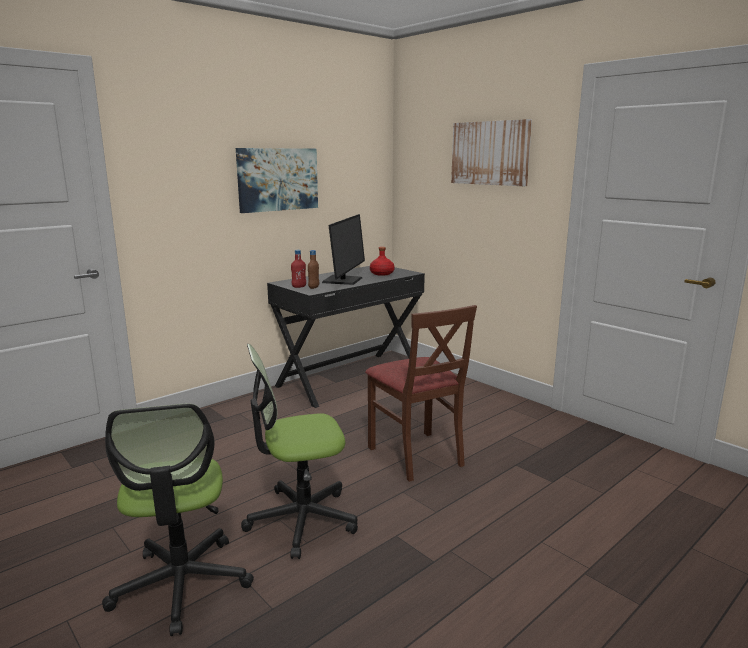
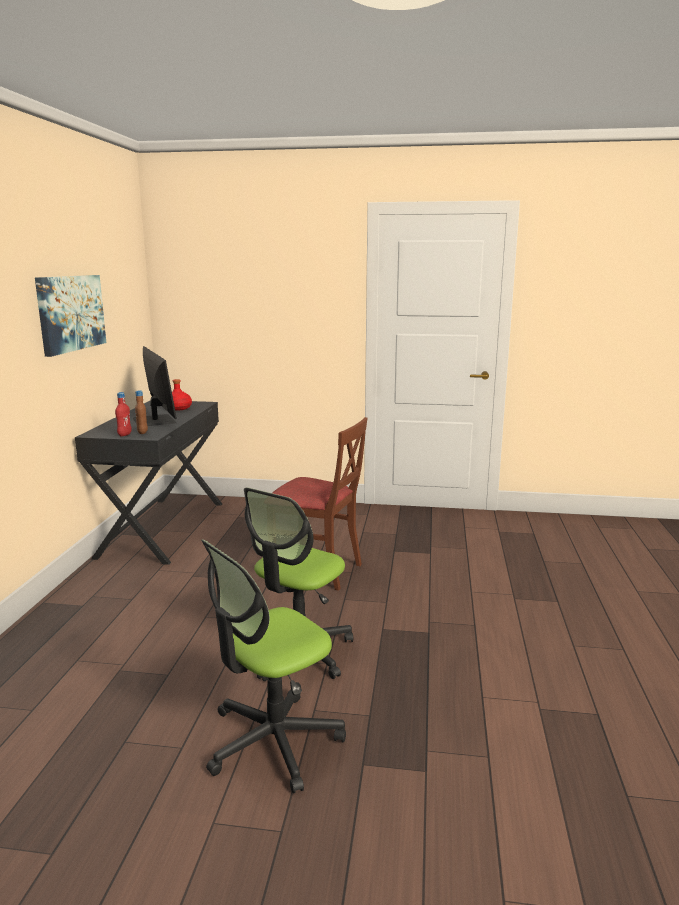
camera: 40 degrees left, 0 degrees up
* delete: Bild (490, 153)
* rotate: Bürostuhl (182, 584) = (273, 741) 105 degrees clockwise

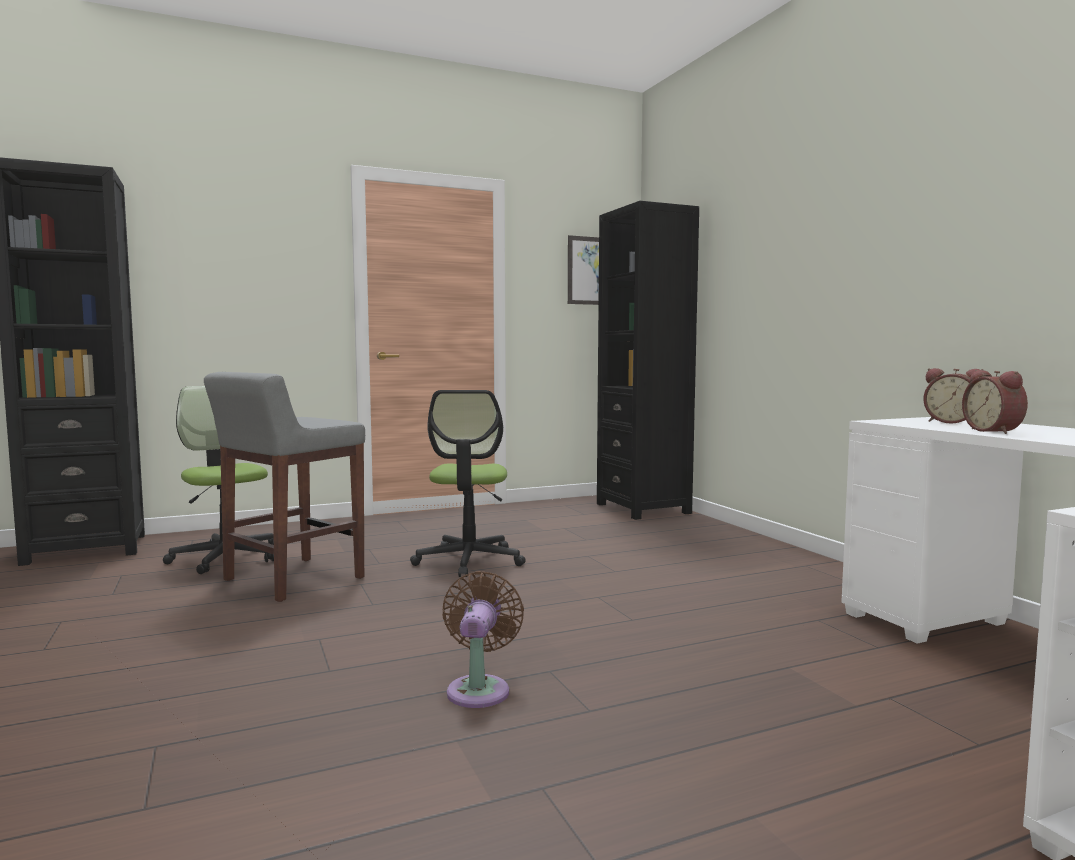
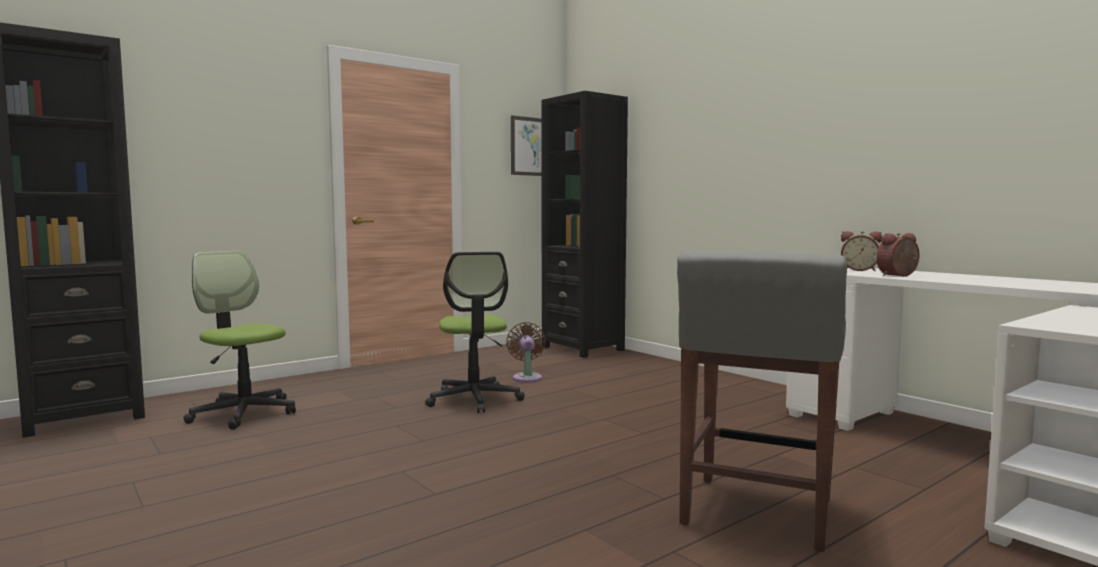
camera: 15 degrees left, 0 degrees up
* rotate: Wecker (995, 431) = (899, 276) 90 degrees clockwise
* move: Hocker [grau] (291, 579) to (756, 513)
* move: Ventilator [braun] (479, 689) to (527, 377)

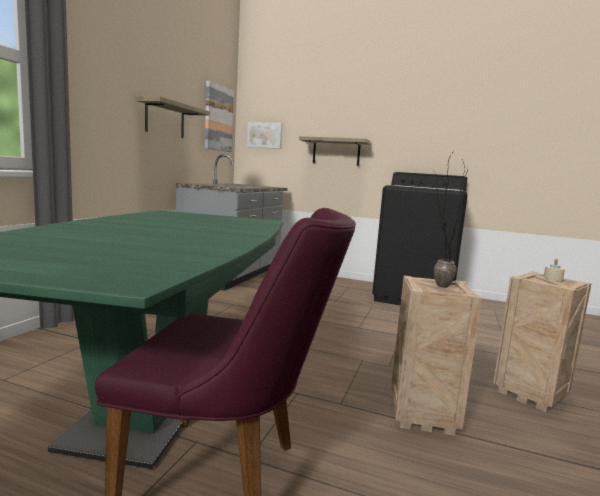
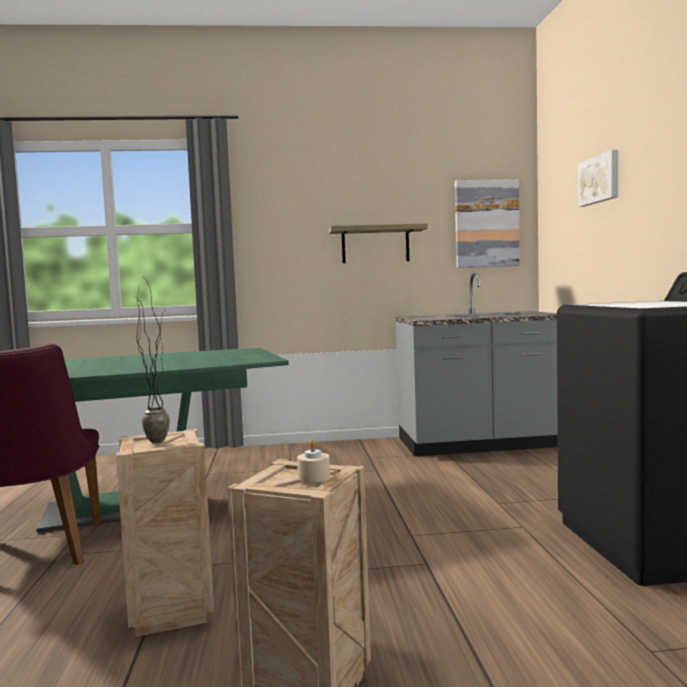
camera: 65 degrees right, 5 degrees down
* move: Bild (265, 135) to (600, 179)
* delete: Wandregal (336, 152)

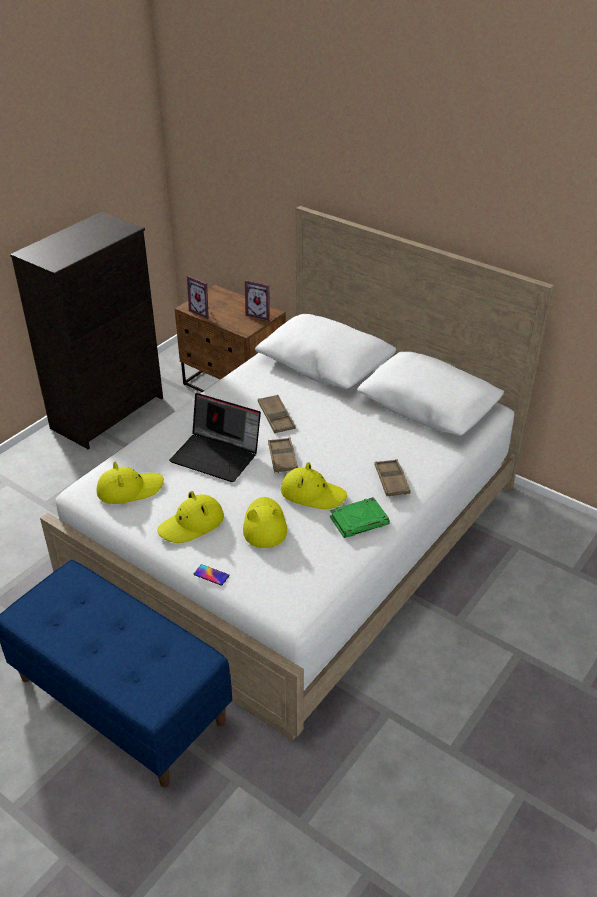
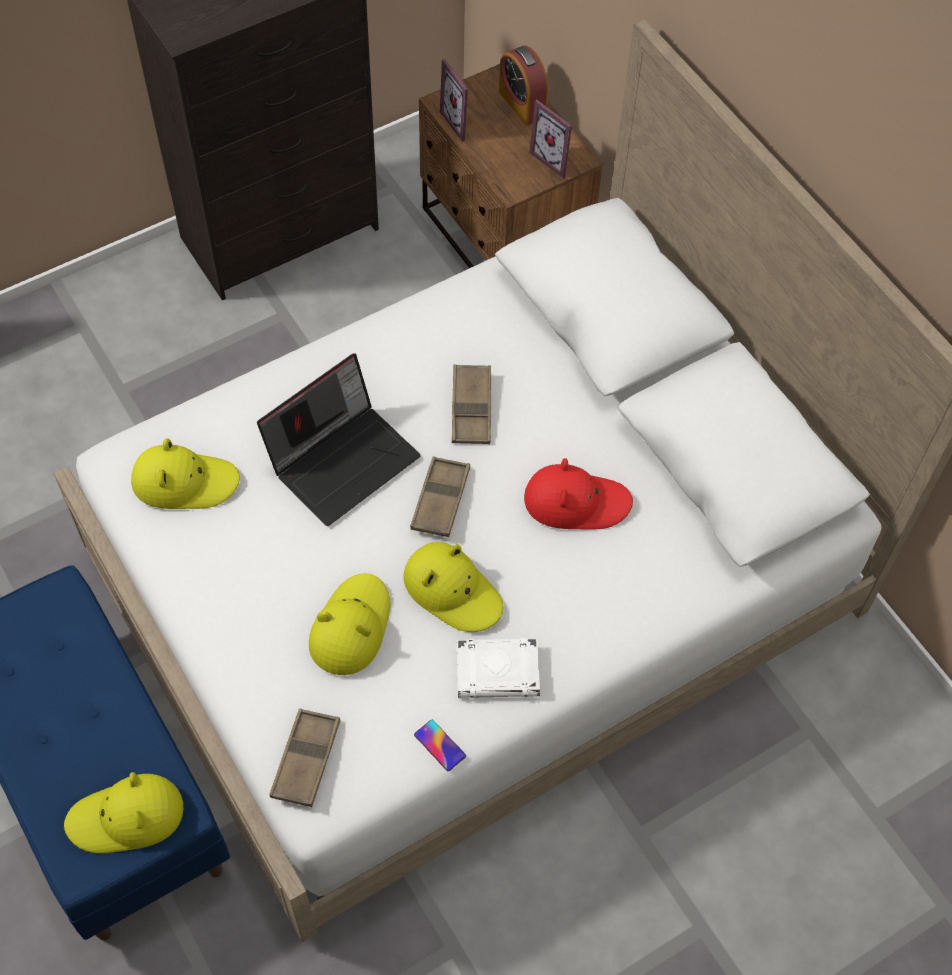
camera: 20 degrees right, 20 degrees up
* rotate: Laptop (217, 455) = (343, 459) 90 degrees counterclockwise
* move: Tablett [braun] (391, 481) to (306, 760)
* move: Hut [gelb] (192, 524) to (127, 817)
* recolor: Buch [grün] (359, 520) to Buch [weiß] (498, 671)
* move: Handy (211, 575) to (440, 745)
* insert: Wecker (522, 104)
* insert: Hut [rot] (576, 501)

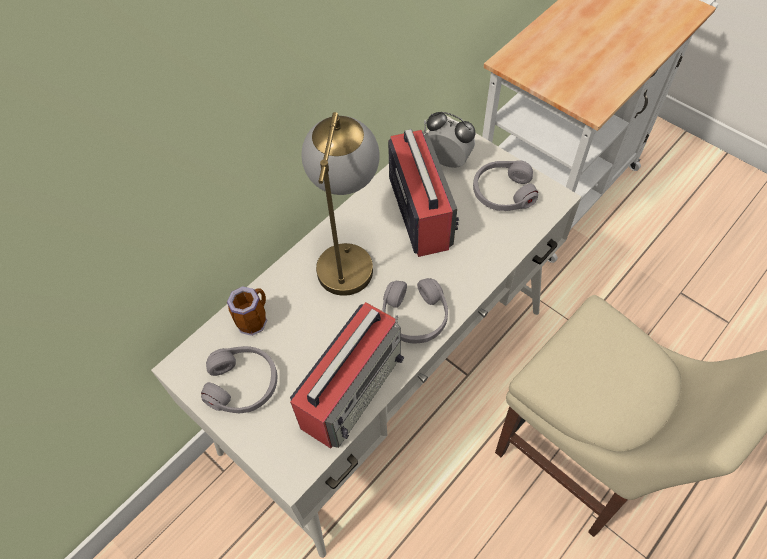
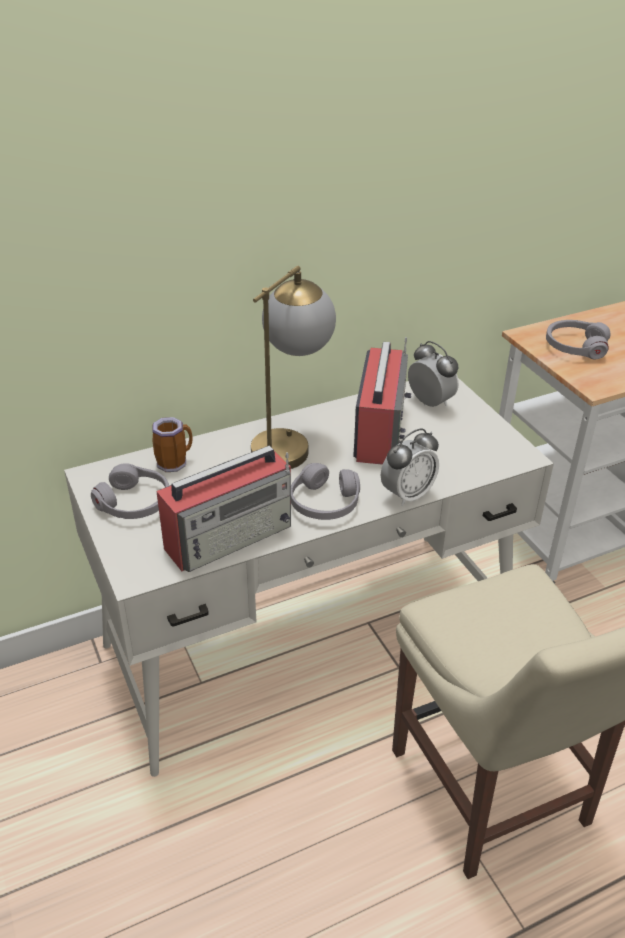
camera: 20 degrees right, 20 degrees down
* move: Kopfhörer [grau] (503, 192) to (575, 347)
* insert: Wecker (407, 494)

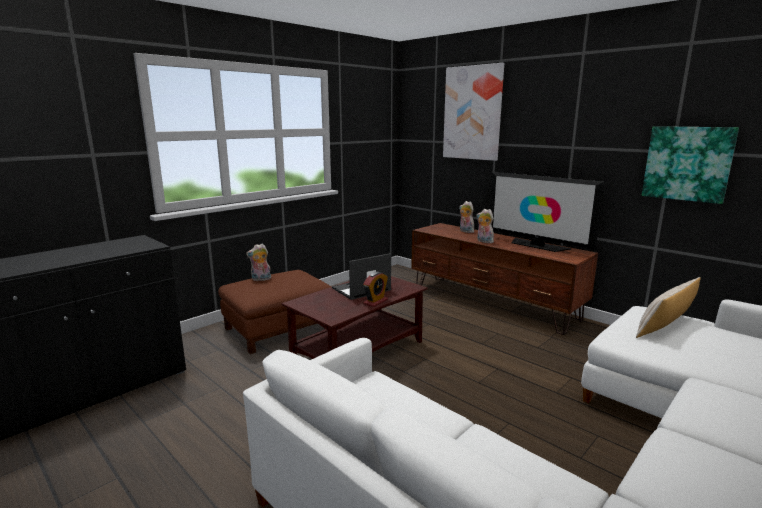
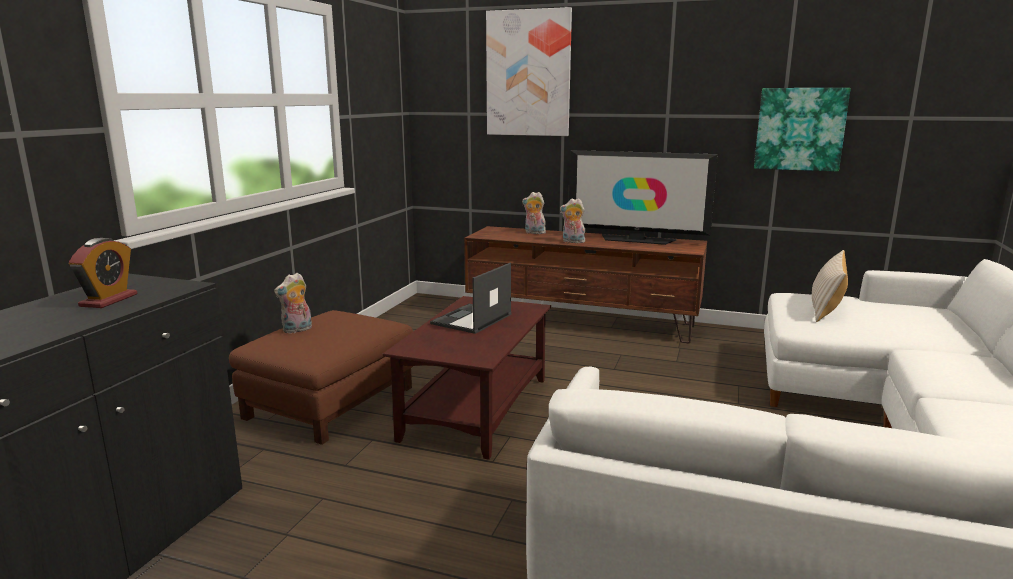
camera: 25 degrees left, 0 degrees up
* move: Wecker (375, 302) to (109, 300)

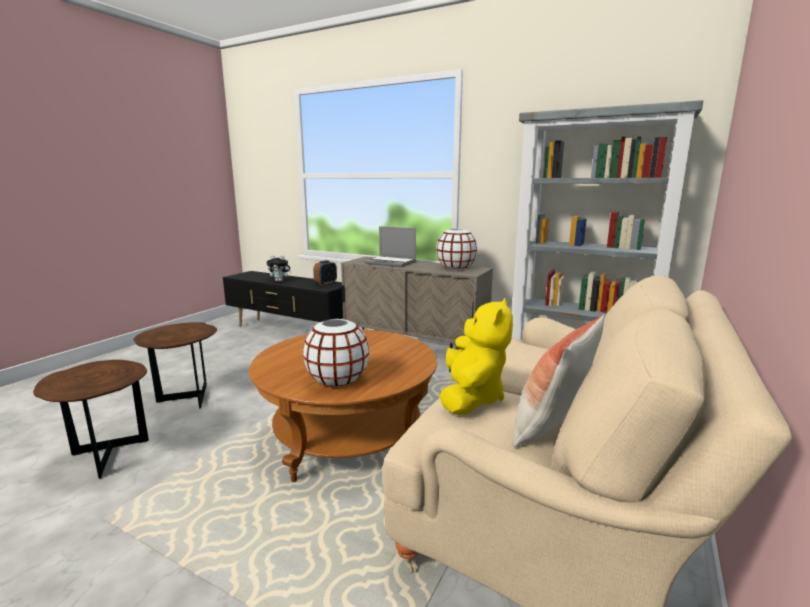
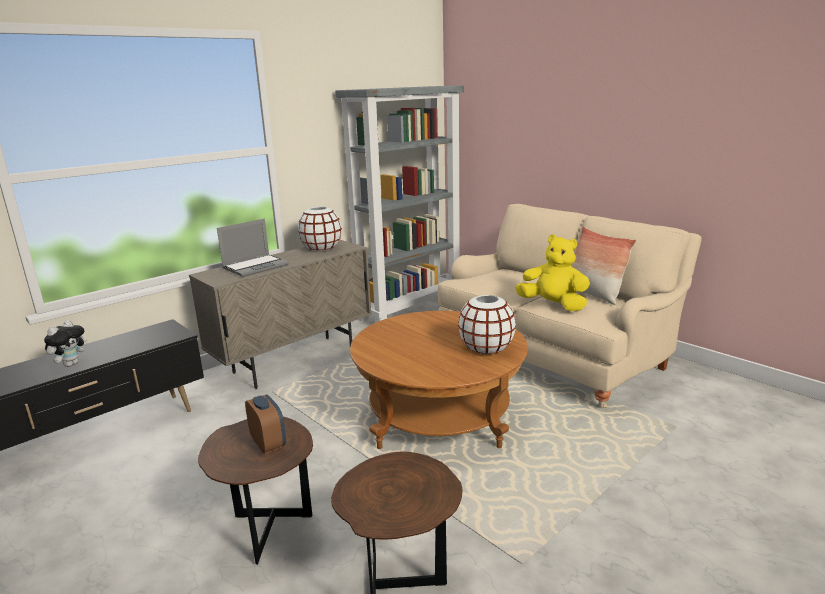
camera: 70 degrees left, 5 degrees up
* move: Wecker (326, 284) to (268, 444)

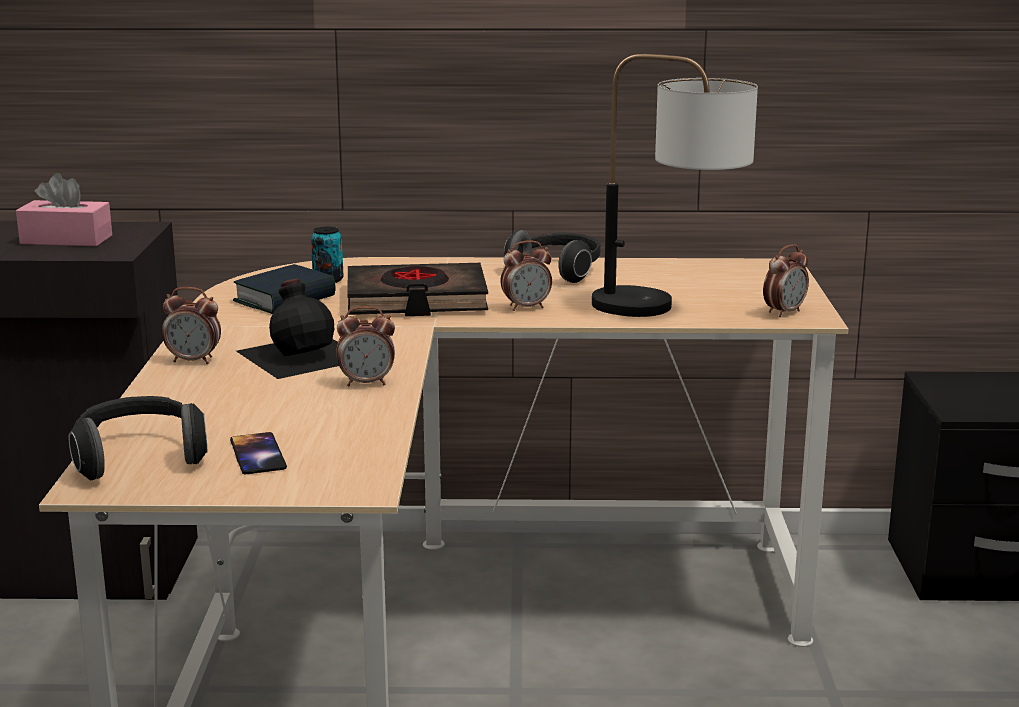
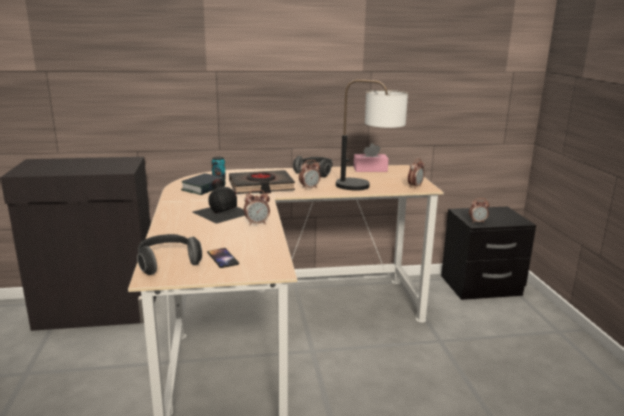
camera: 10 degrees left, 0 degrees up
* move: Taschentuchbox [rosa] (66, 240) to (370, 169)
* move: Wecker (194, 361) to (477, 222)

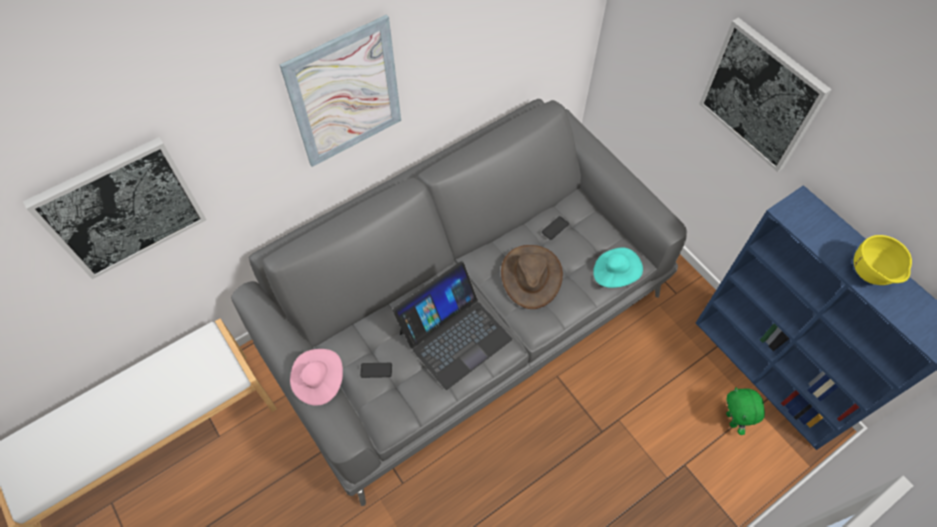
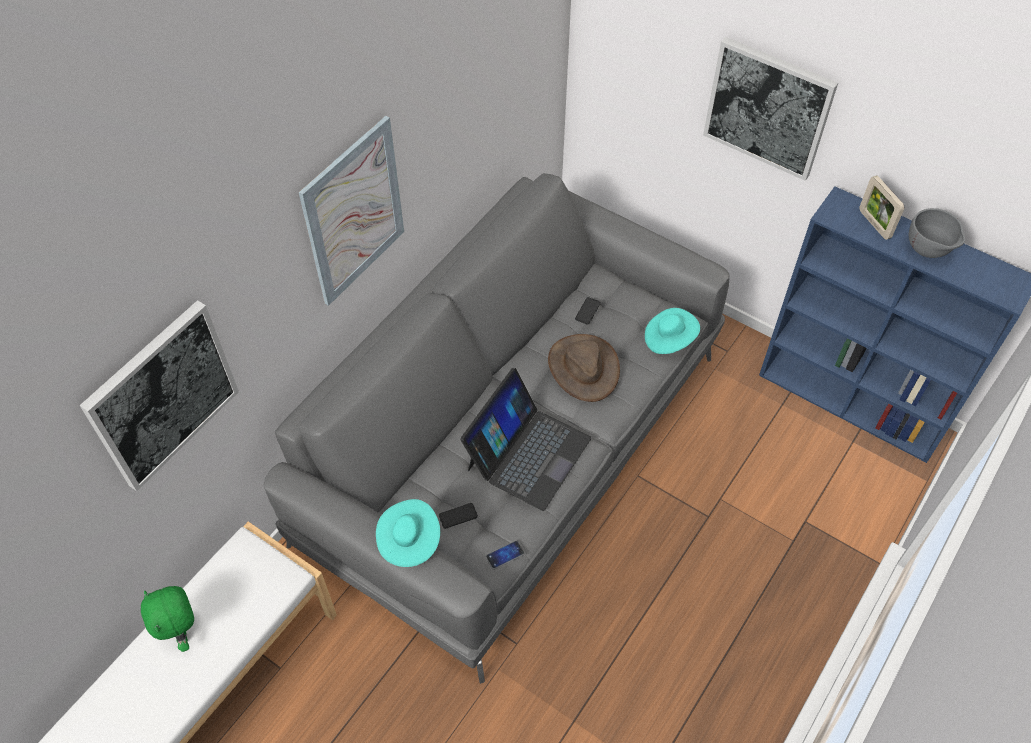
camera: 20 degrees left, 5 degrees down
* recolor: Schüssel [gelb] (869, 276) to Schüssel [grau] (928, 252)
* recolor: Hut [rosa] (318, 381) to Hut [türkis] (408, 540)
* move: Plüschtier [grün] (732, 420) to (183, 633)
* insert: Bilderrahmen (874, 224)
* insert: Handy (505, 555)

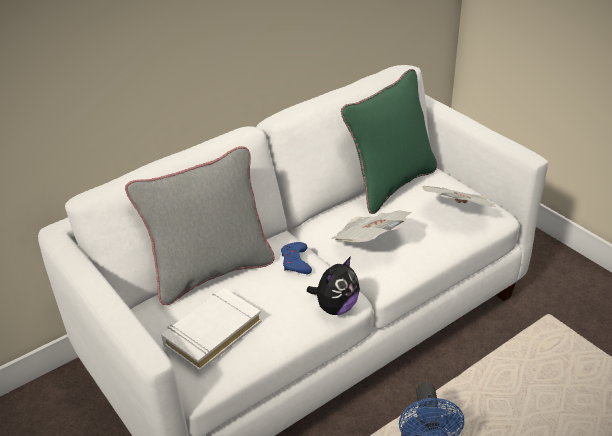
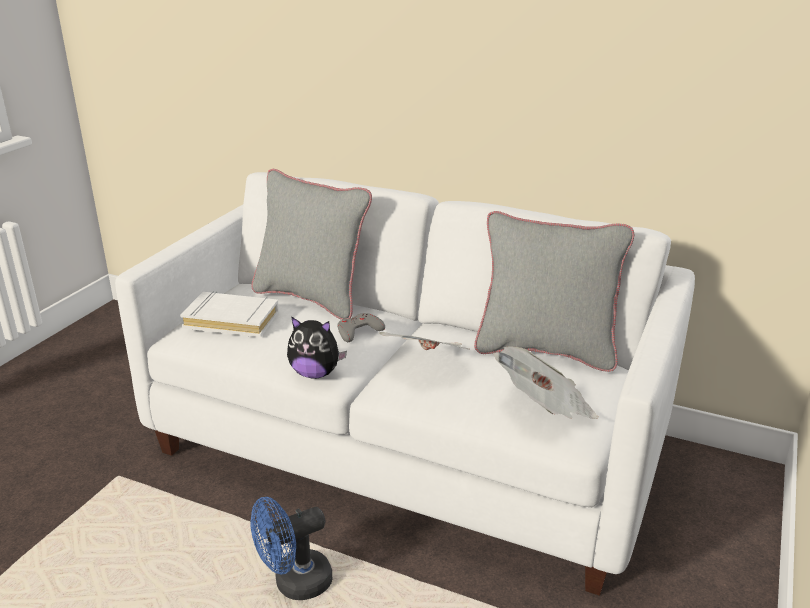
camera: 60 degrees right, 10 degrees down
* recolor: Kissen [grün] (390, 184) to Kissen [grau] (545, 350)
* recolor: Gamepad [blau] (296, 262) to Gamepad [grau] (359, 331)

